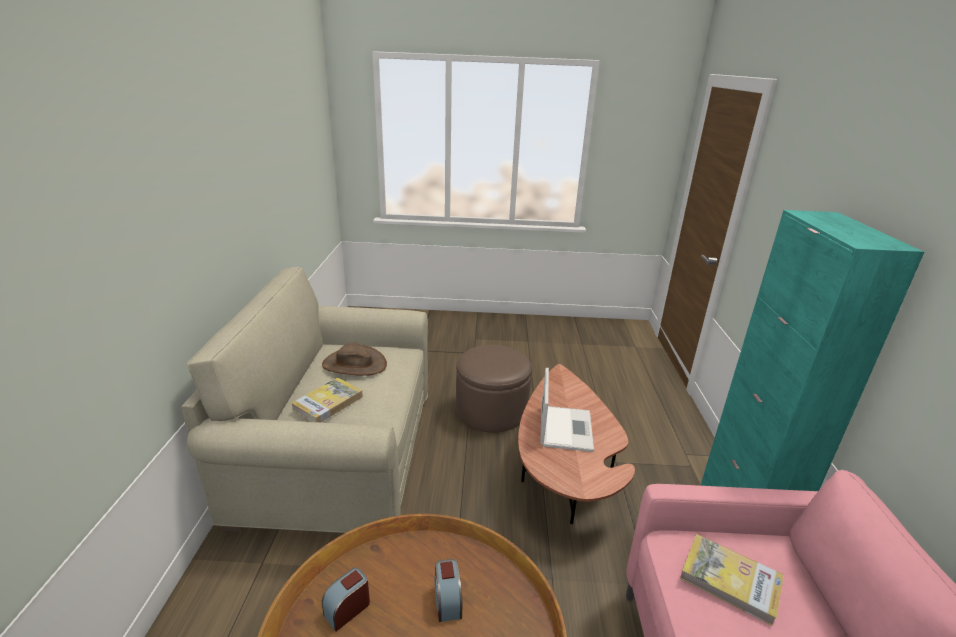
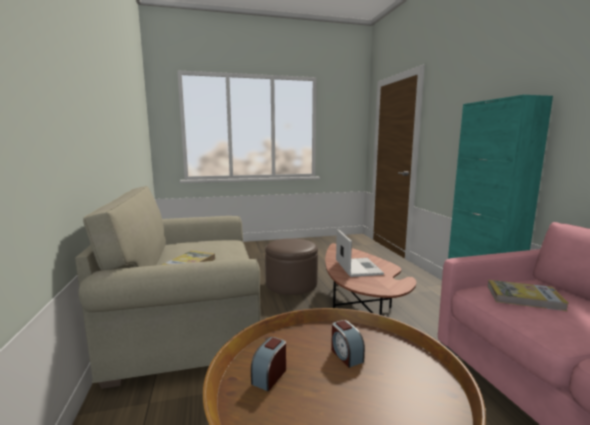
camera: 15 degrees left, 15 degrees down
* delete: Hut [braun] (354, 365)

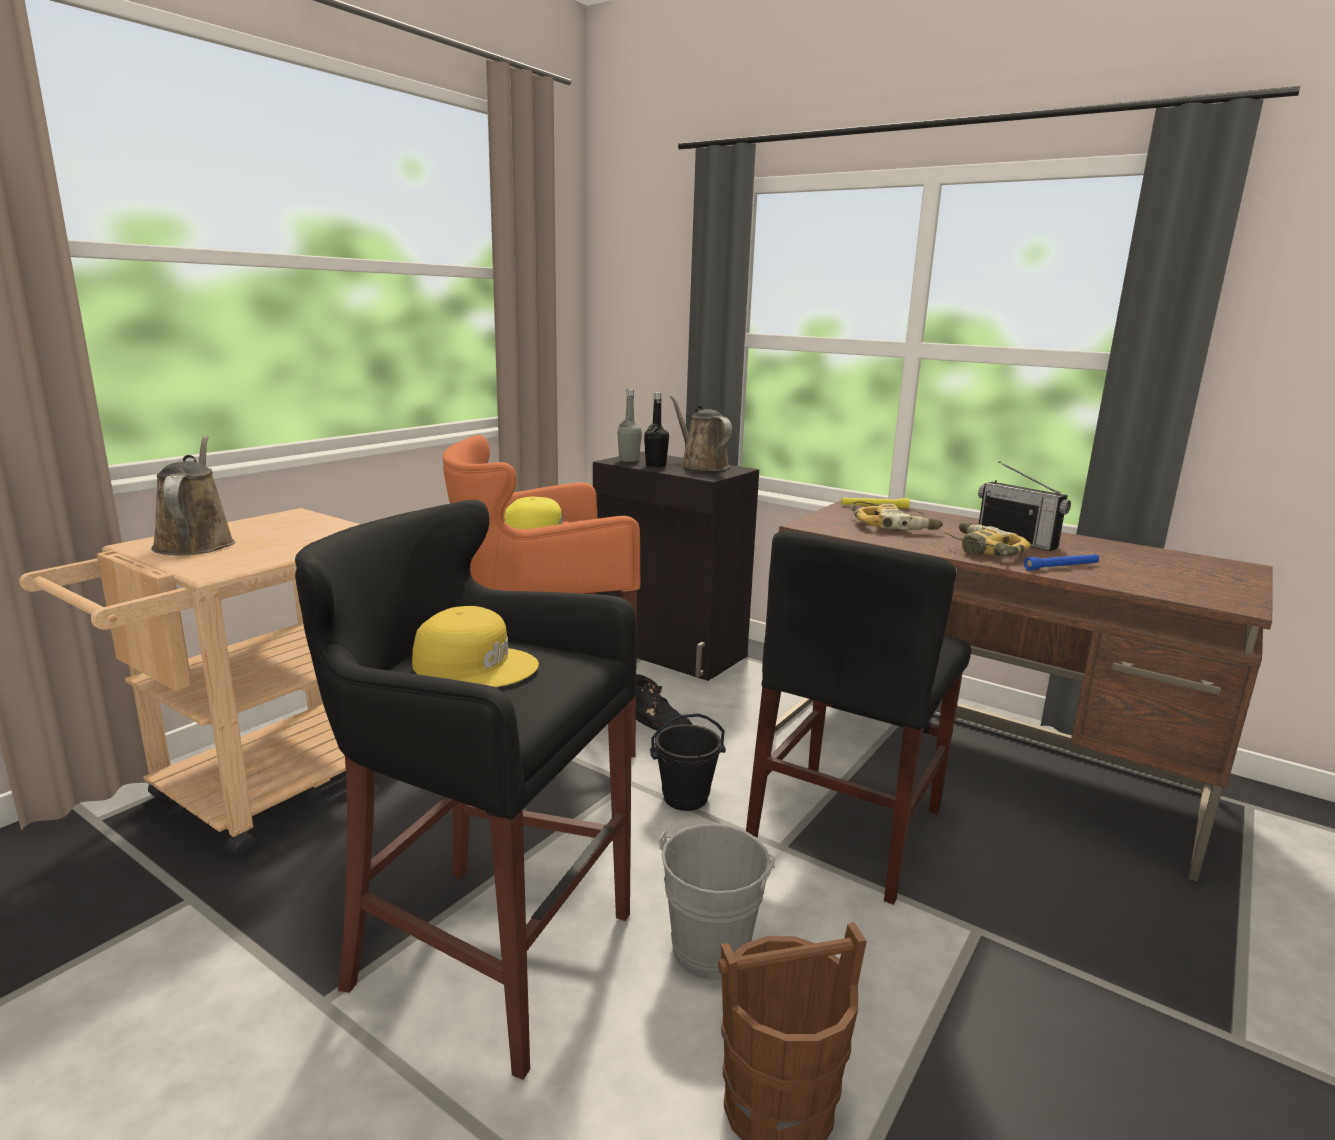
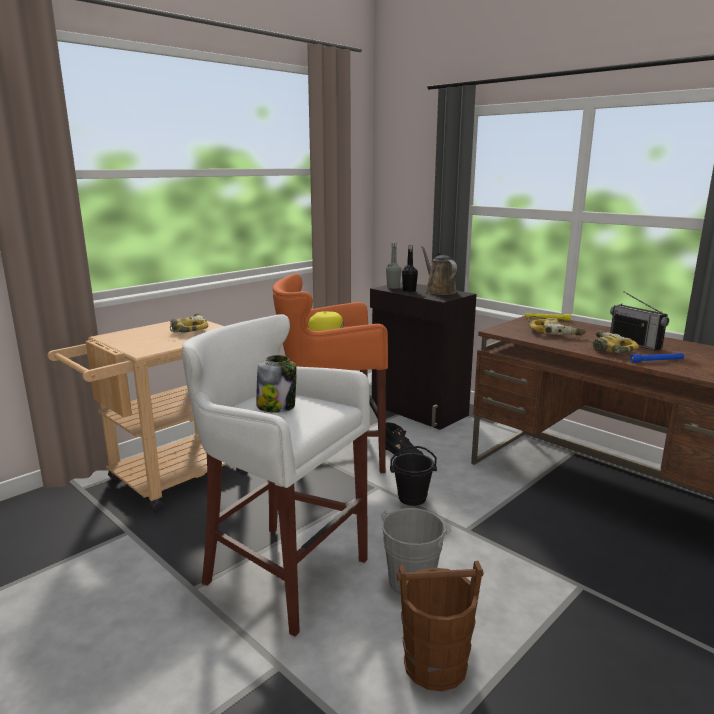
camera: 10 degrees right, 0 degrees up
* delete: Gießkanne [braun] (196, 543)
* recolor: Hocker [schwarz] (483, 952) to Hocker [weiß] (281, 572)
* delete: Stuhl [schwarz] (846, 828)
* replace: Kappe [gelb] (475, 664) to Vorratsglas (277, 406)
* insert: Bohrmaschine (187, 329)

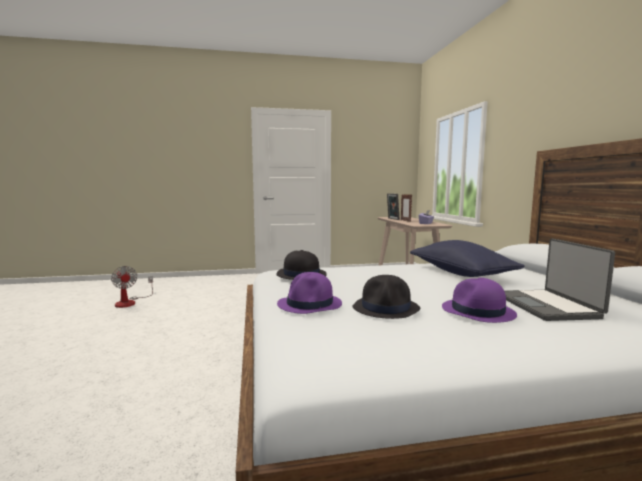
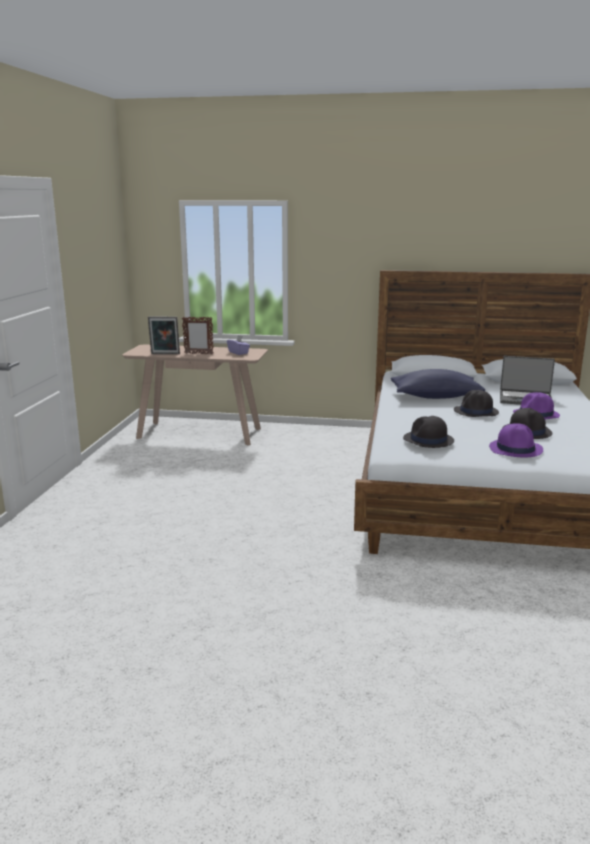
camera: 70 degrees left, 10 degrees up
* delete: Ventilator (130, 302)
* insert: Hut [schwarz] (476, 412)

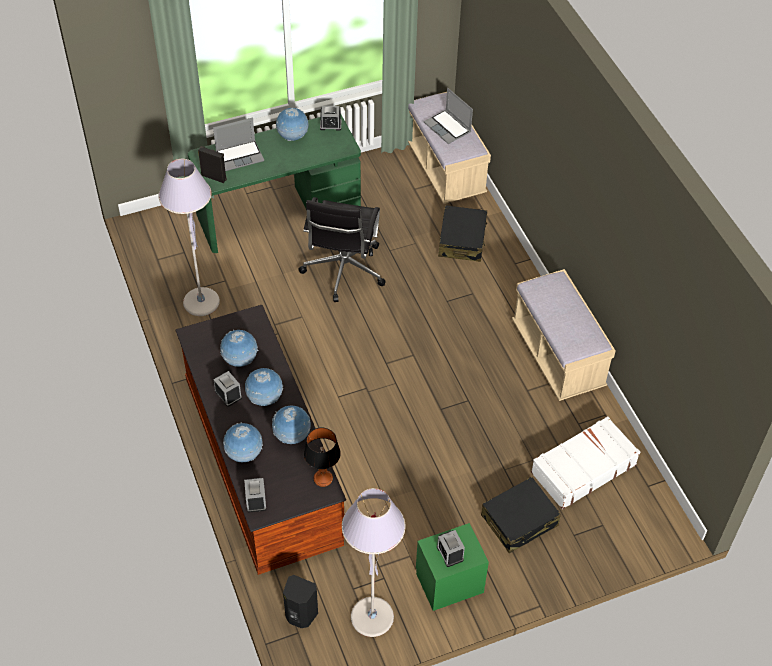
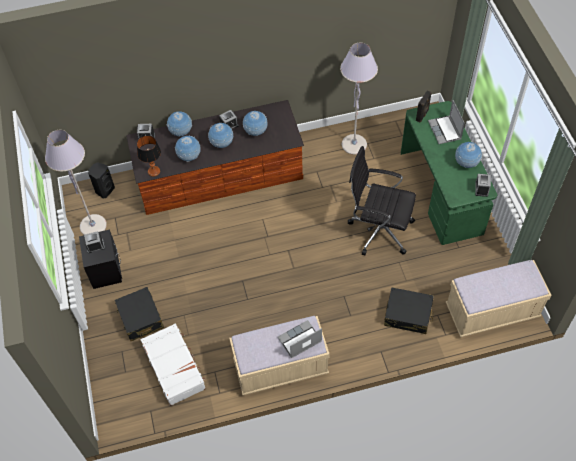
camera: 100 degrees right, 5 degrees up
* move: Laptop (448, 128) to (299, 340)
* recolor: Nachttisch [grün] (449, 581) to Nachttisch [schwarz] (106, 270)

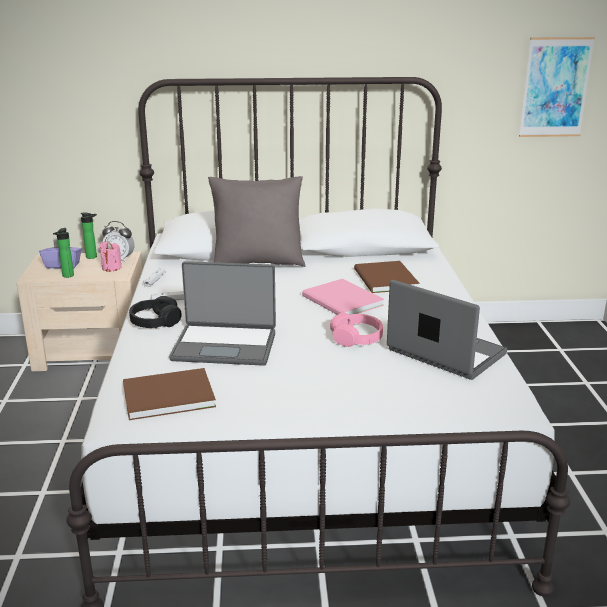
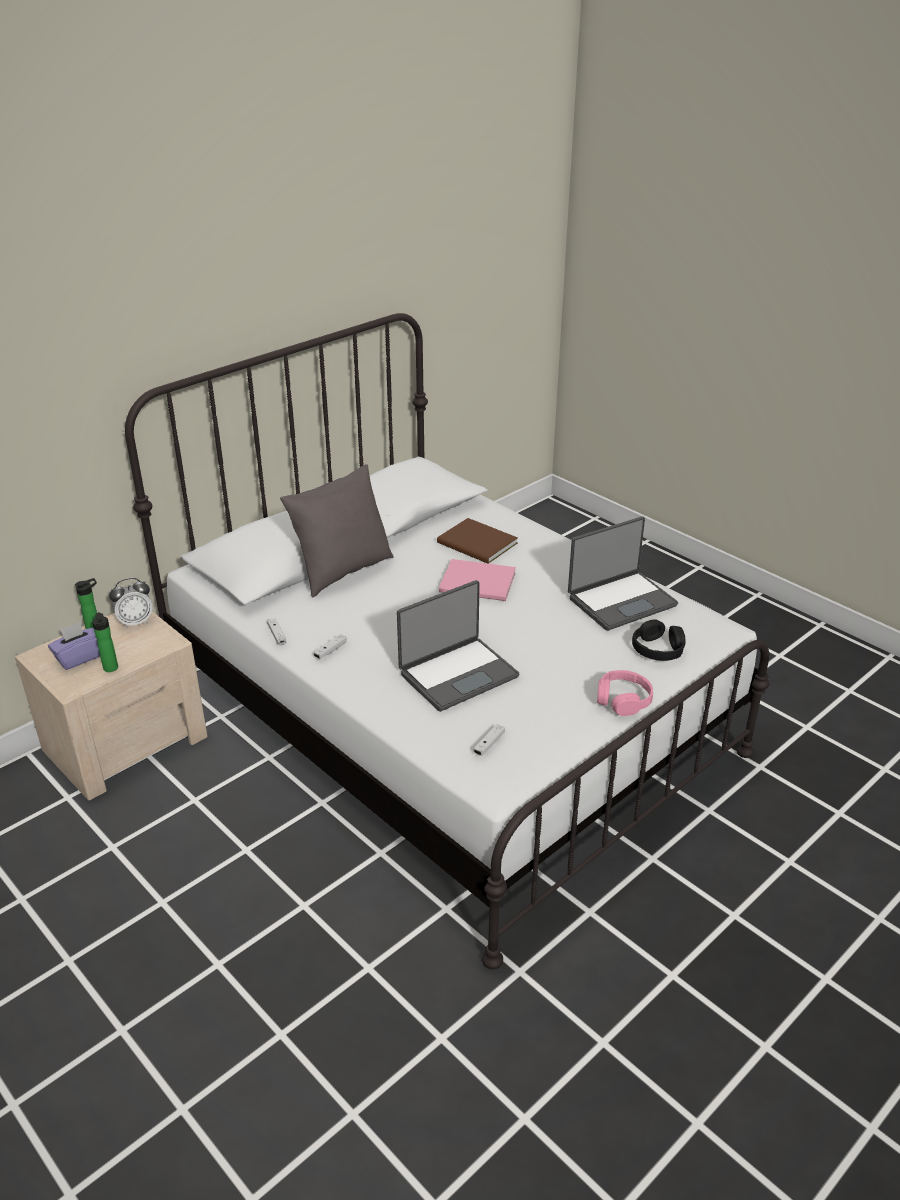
camera: 40 degrees left, 10 degrees up
* delete: Bild (555, 87)
* delete: Kerze [rosa] (111, 268)
* rotate: Laptop (444, 353) = (621, 601) 150 degrees clockwise
* move: Kopfhörer [schwarz] (155, 321) to (658, 649)
* move: Kopfhörer [rosa] (356, 338) to (623, 700)
* replace: Buch [braun] (165, 395) to Gamepad [weiß] (489, 744)

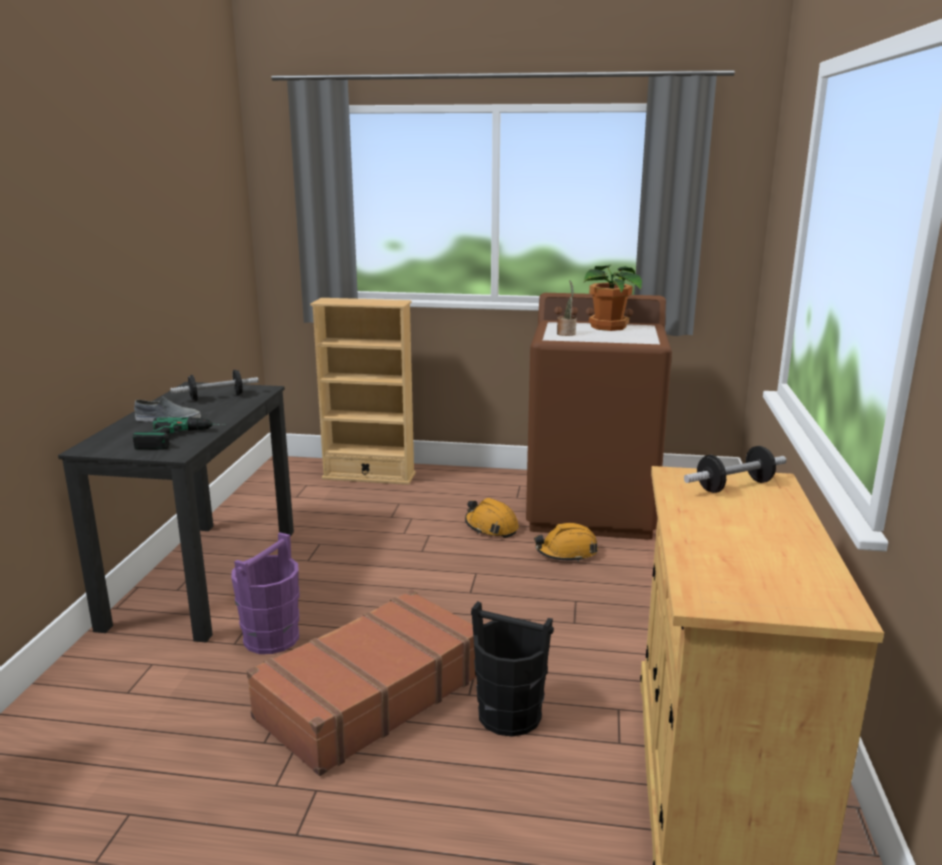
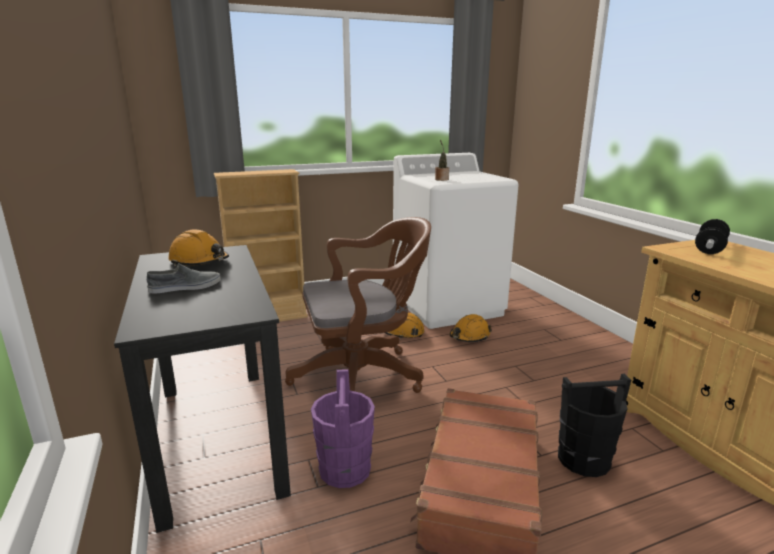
camera: 30 degrees left, 0 degrees up
* delete: Topfpflanze (609, 327)
* recolor: Waschmaschine [braun] (592, 509) to Waschmaschine [weiß] (448, 306)
* replace: Hantel (216, 397) to Schutzhelm [orange] (199, 262)
* delete: Bohrmaschine (182, 438)
* insert: Bürostuhl [braun] (363, 376)

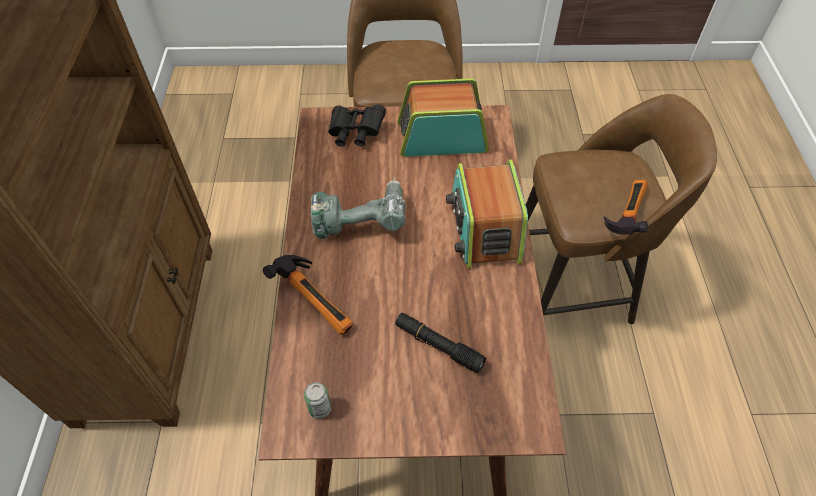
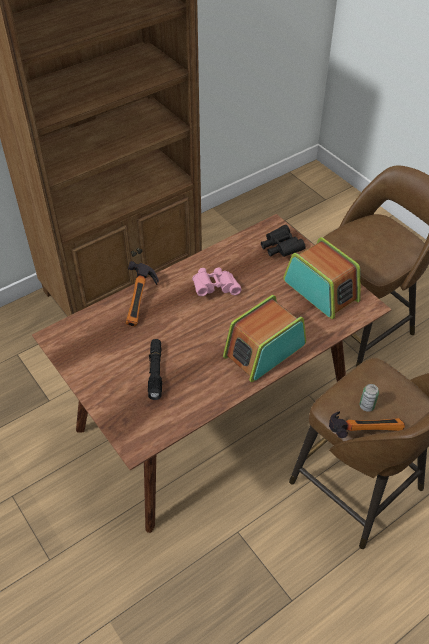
camera: 55 degrees right, 5 degrees down
* replace: Bohrmaschine (359, 219) to Fernglas [rosa] (215, 288)
* move: Dose (320, 408) to (366, 406)

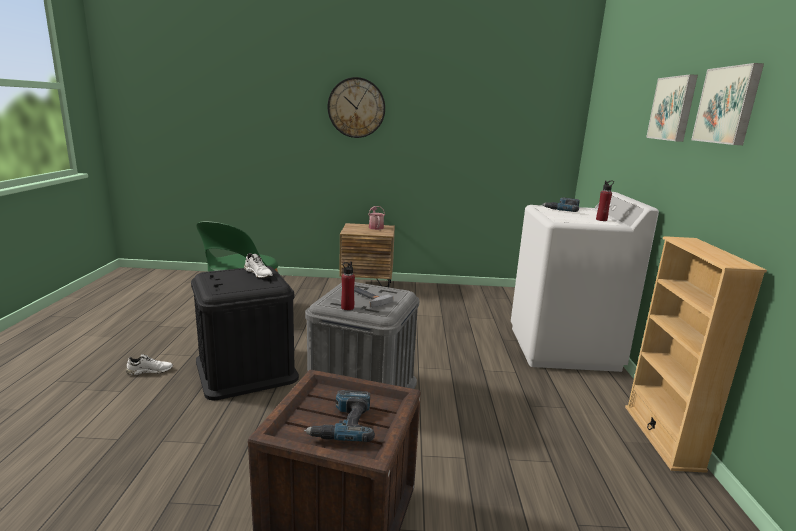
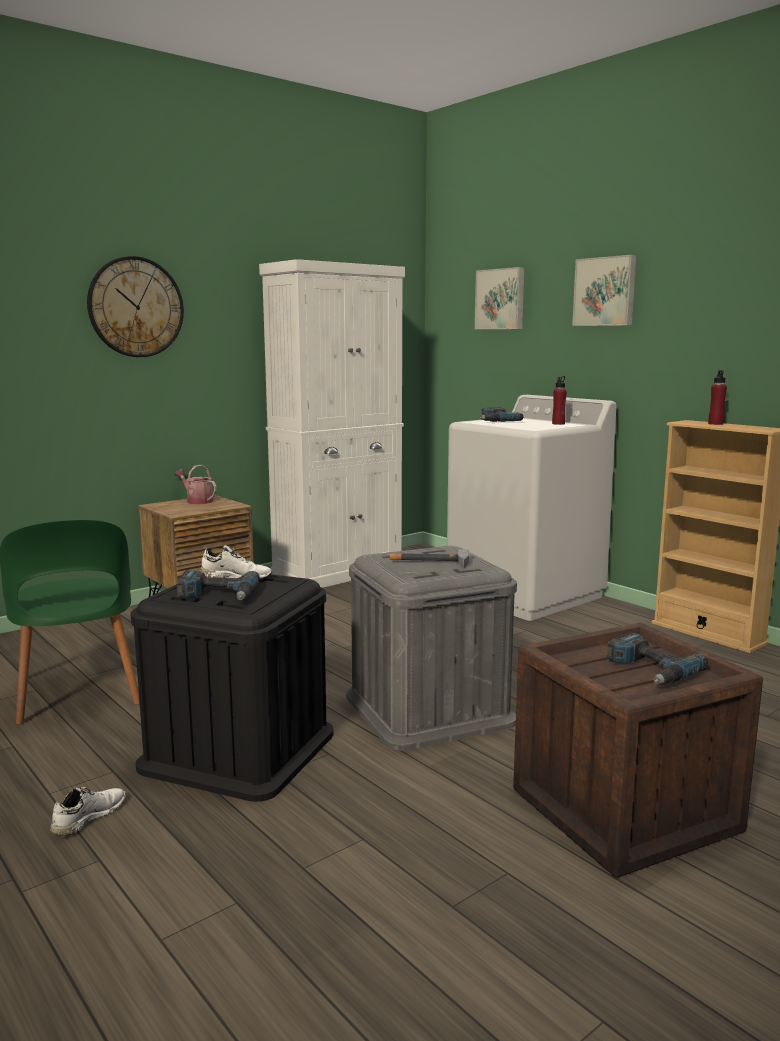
camera: 40 degrees left, 5 degrees down
* move: Bild (728, 105) to (501, 299)
* move: Flasche [rot] (347, 307) to (715, 424)
* insert: Schrank [weiß] (338, 572)
* insert: Bohrmaschine (218, 595)

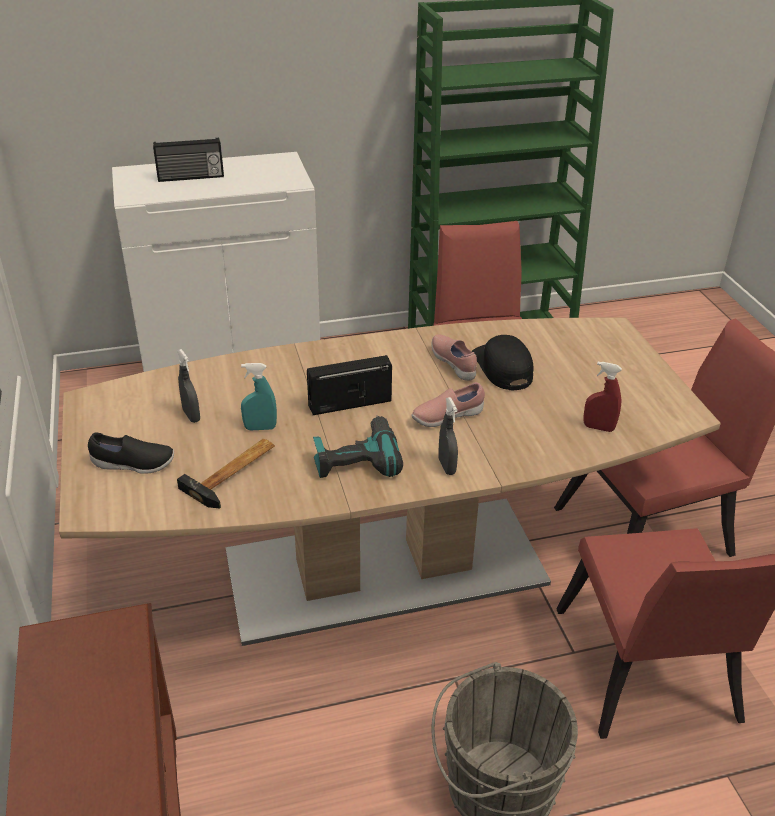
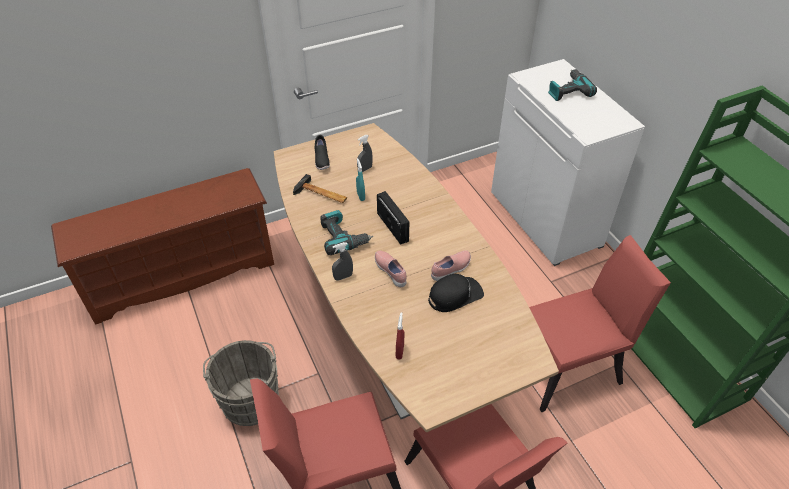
camera: 80 degrees right, 10 degrees up
* replace: Radio (191, 177) to Bohrmaschine (568, 90)

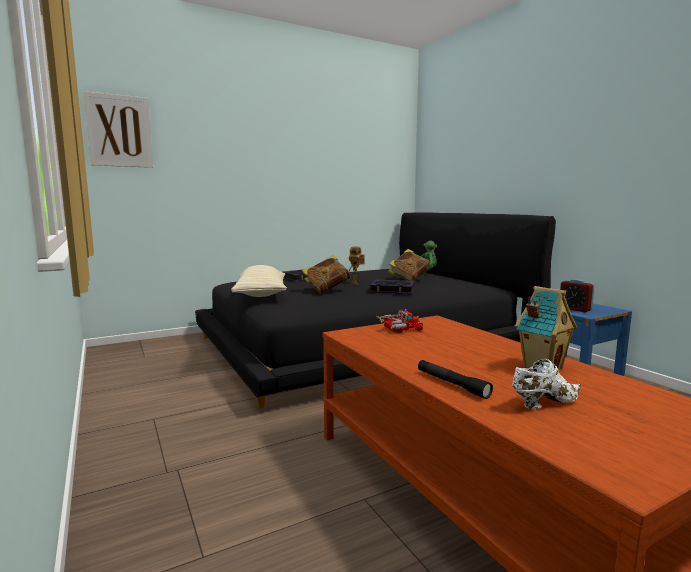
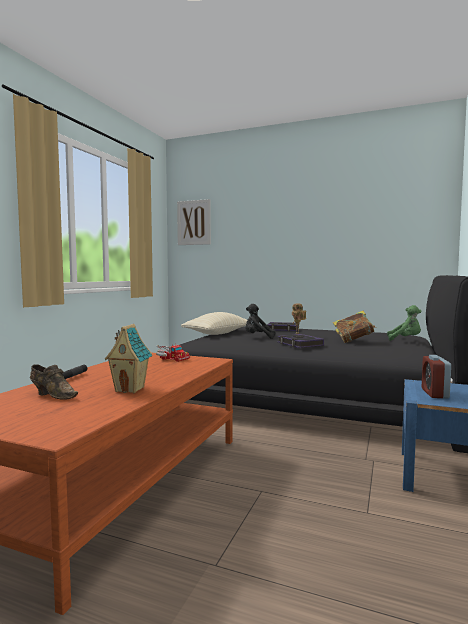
camera: 50 degrees right, 5 degrees down
* replace: Buch (327, 290) to Plüschtier [schwarz] (258, 337)
* recolor: Schuh [weiß] (543, 402) to Schuh [braun] (53, 395)

